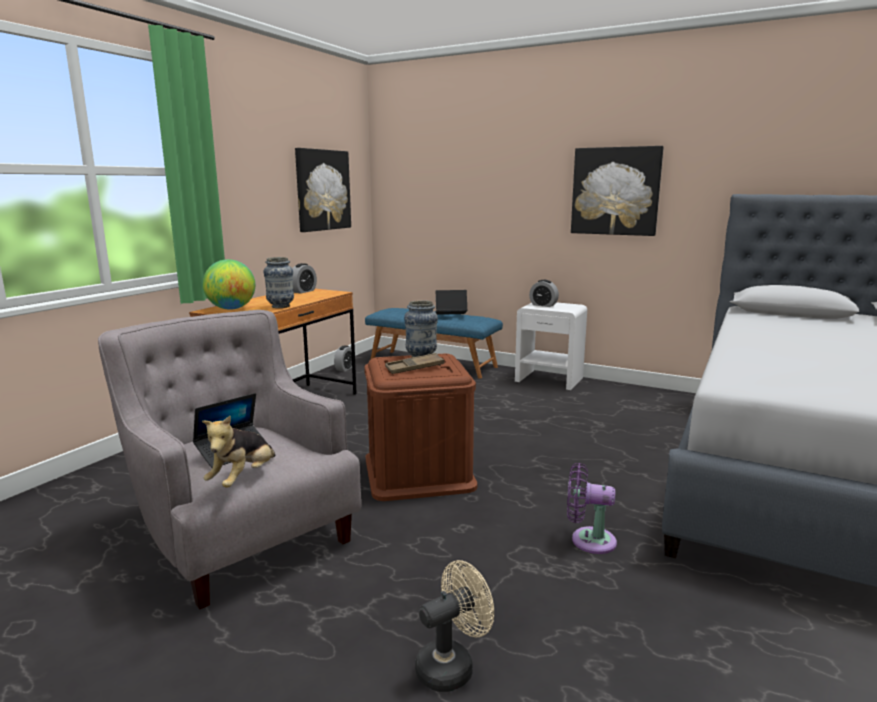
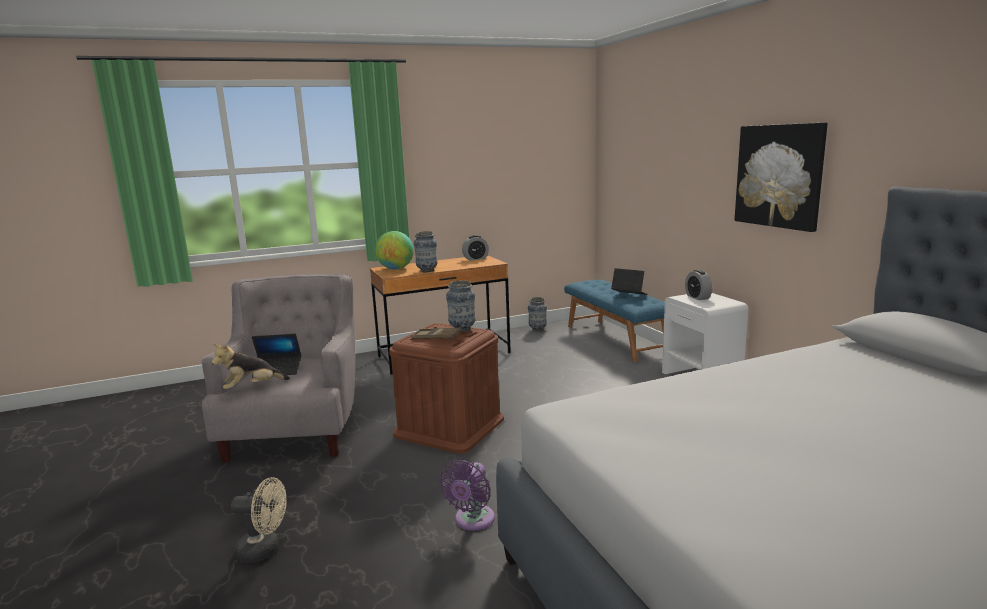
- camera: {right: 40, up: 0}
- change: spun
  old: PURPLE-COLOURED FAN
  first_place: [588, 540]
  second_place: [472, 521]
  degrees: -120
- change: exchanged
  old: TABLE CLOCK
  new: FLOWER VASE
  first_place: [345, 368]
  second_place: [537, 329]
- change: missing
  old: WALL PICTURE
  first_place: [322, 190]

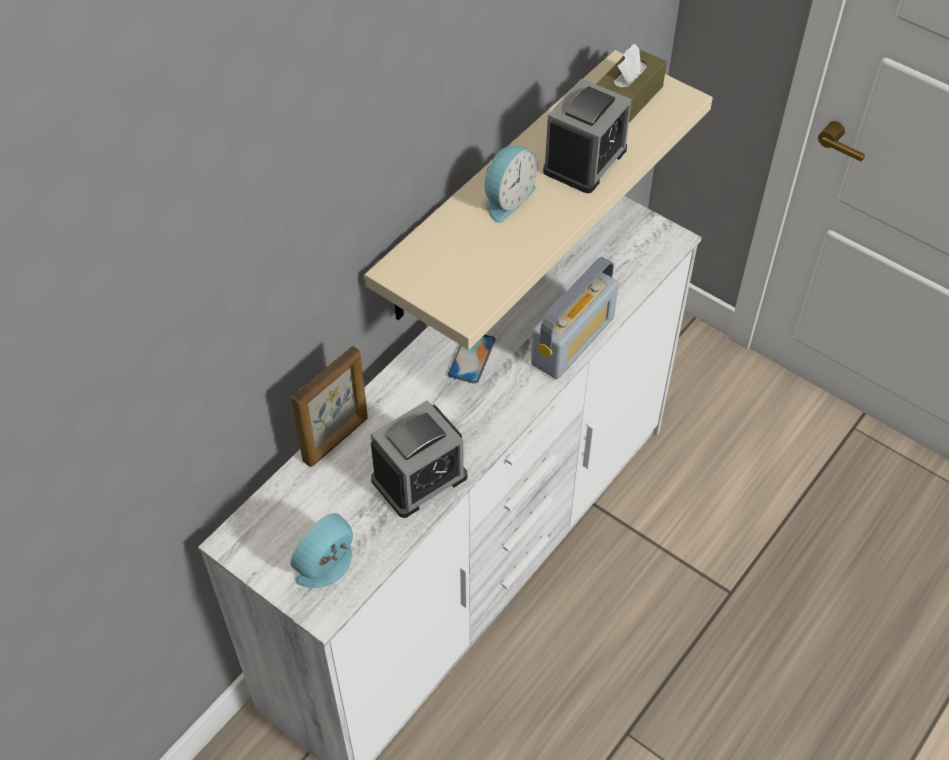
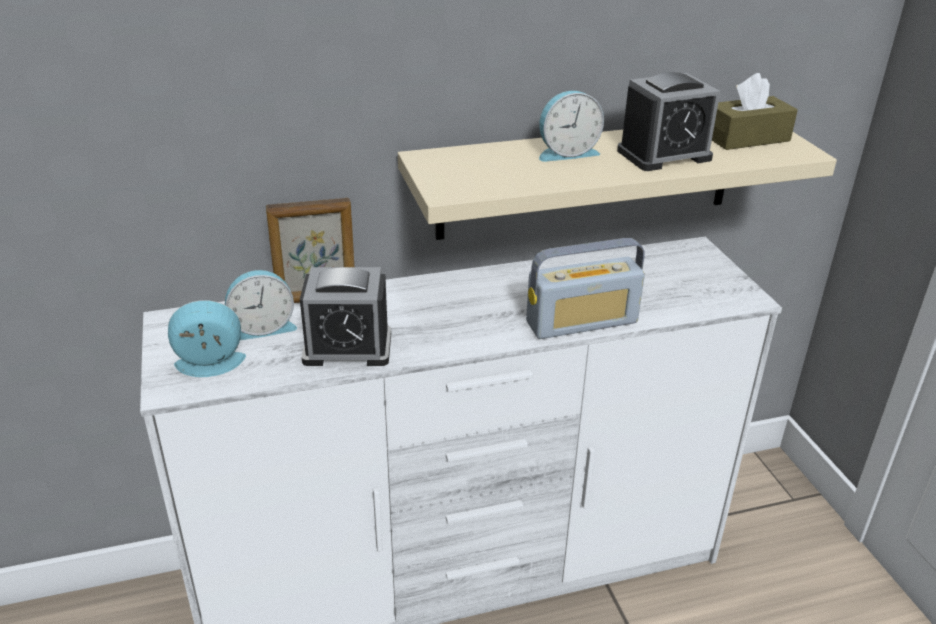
- camera: {right: 35, up: -20}
- change: appeared
  new: TABLE CLOCK
  second_place: [262, 327]
- change: missing
  old: TELEPHONE
  first_place: [471, 357]

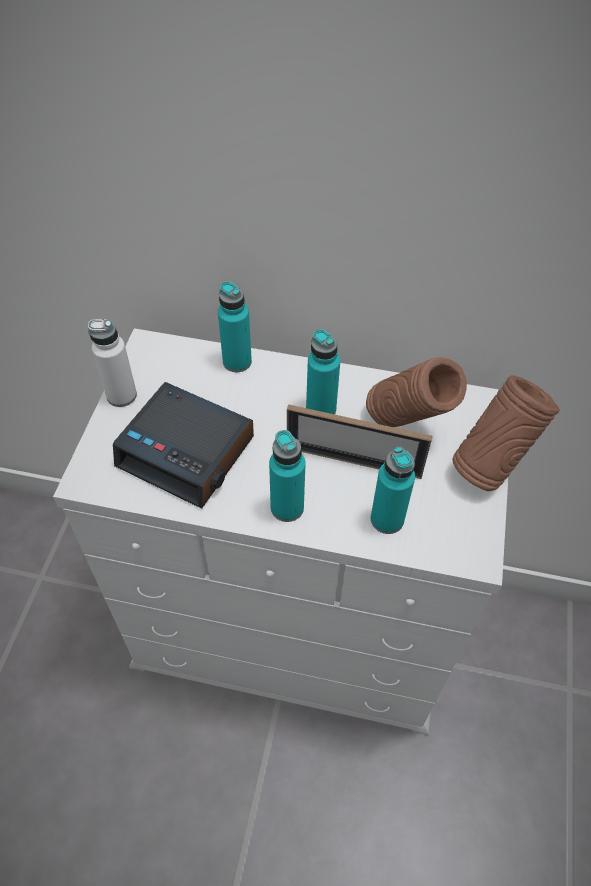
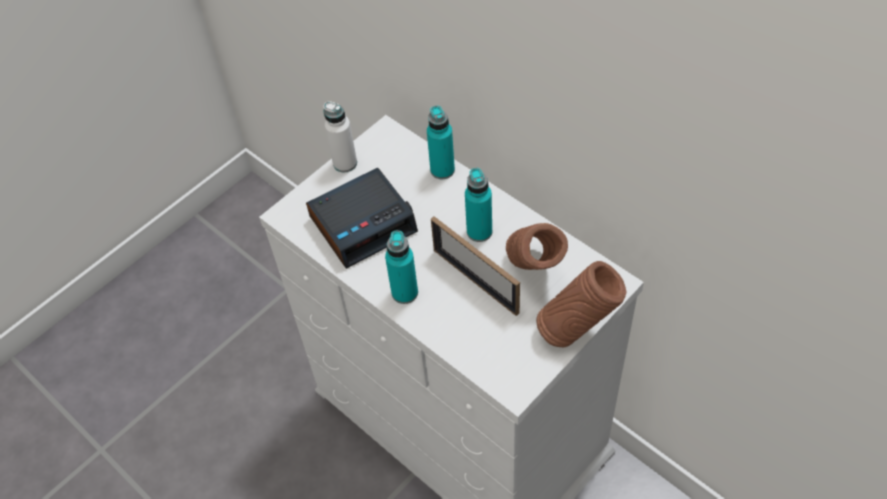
- camera: {right: 35, up: 0}
- change: spun
  old: TABLE CLOCK
  first_place: [188, 452]
  second_place: [363, 223]
  degrees: -90
- change: missing
  old: BLUE-GREEN BEVERAGE BOTTLE
  first_place: [387, 519]

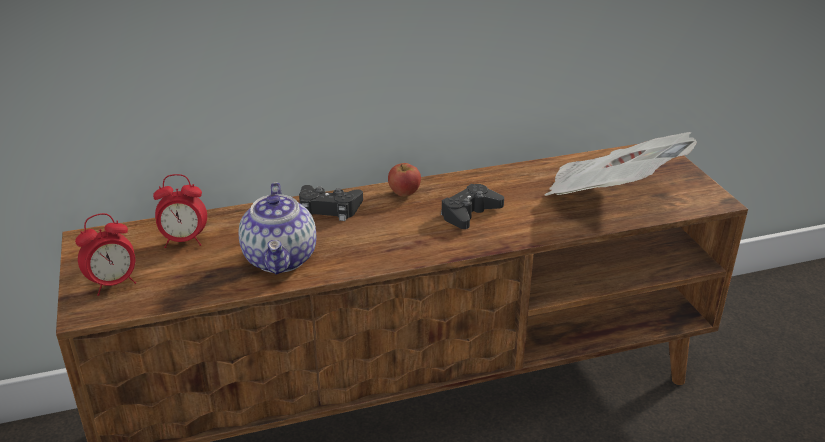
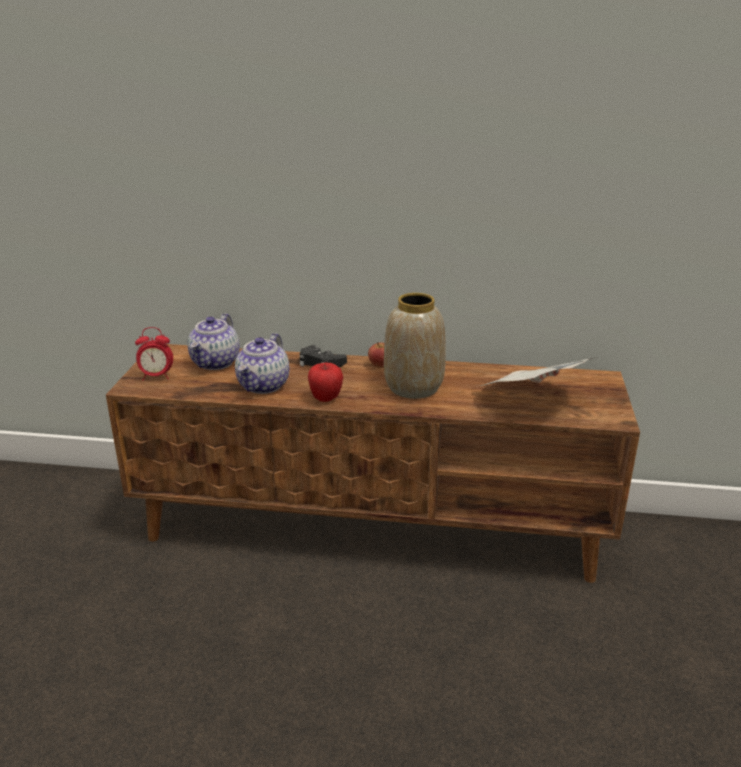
- camera: {right: 25, up: -5}
- change: exchanged
  old: TABLE CLOCK
  new: TEA POT
  first_place: [184, 241]
  second_place: [216, 363]
- change: appeared
  new: APPLE
  second_place: [326, 399]
- change: exchanged
  old: BLACKISH GAMEPAD
  new: FLOWER VASE
  first_place: [470, 213]
  second_place: [414, 387]

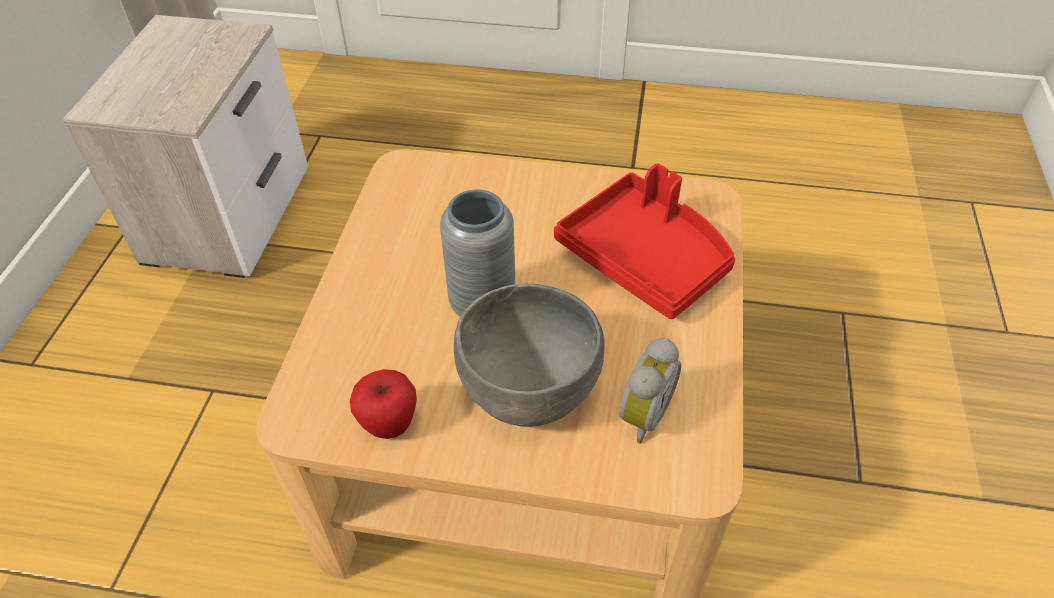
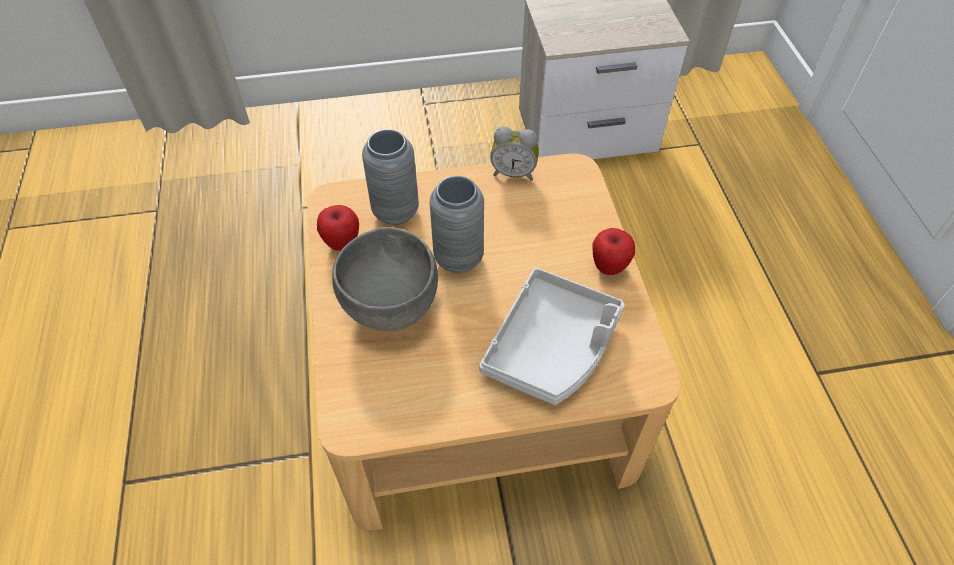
- camera: {right: 70, up: 5}
- change: appeared
  new: GREY FLOWER VASE
  second_place: [395, 212]
- change: colour
  old: REDDISH SERVING TRAY
  new: GREY SERVING TRAY
  first_place: [646, 258]
  second_place: [552, 346]
- change: relocated
  old: TABLE CLOCK
  first_place: [641, 415]
  second_place: [513, 173]
- change: appeared
  new: APPLE
  second_place: [609, 267]

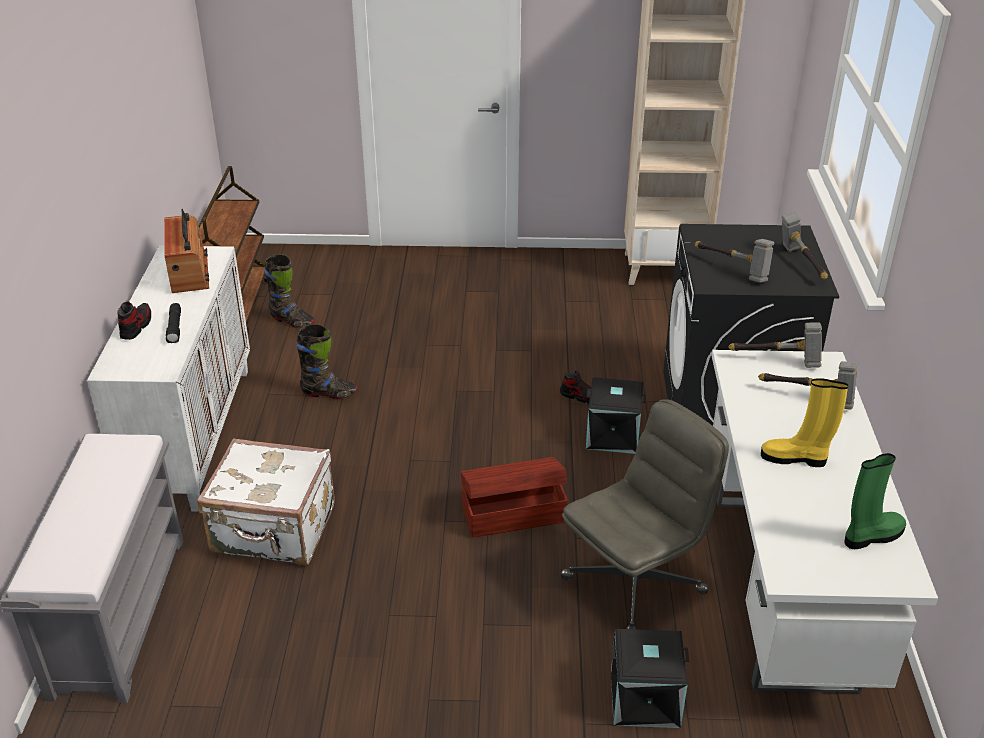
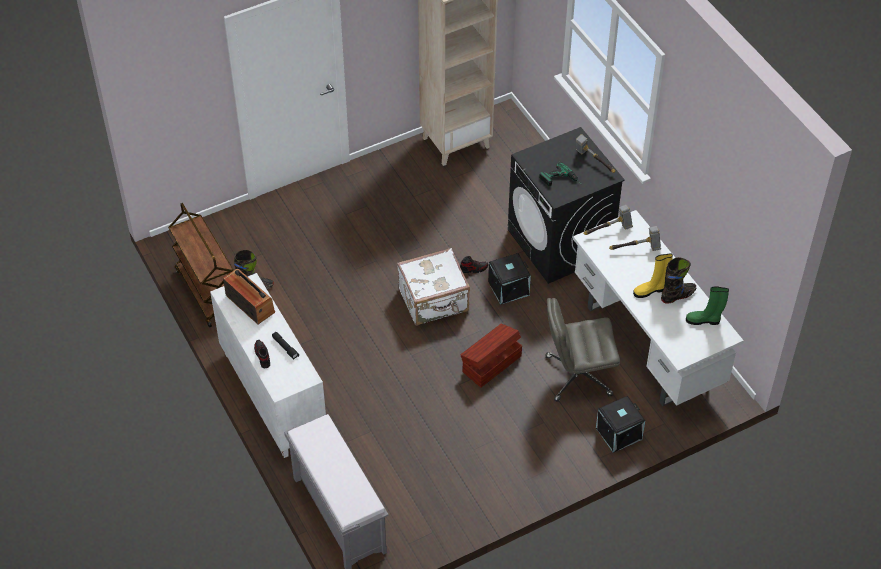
- camera: {right: -30, up: 15}
- change: relocated
  old: WHITISH PIECE OF LUGGAGE
  first_place: [274, 531]
  second_place: [434, 301]
- change: exchanged
  old: HAND HAMMER
  new: ELECTRIC DRILL
  first_place: [732, 269]
  second_place: [561, 181]
- change: spun
  old: GREY DESK CHAIR
  first_place: [635, 584]
  second_place: [577, 376]
  degrees: -120
- change: relocated
  old: BLACKISH BOOT
  first_place: [329, 393]
  second_place: [678, 295]
- change: spun
  old: GREEN-COLOURED BOOT
  first_place: [872, 536]
  second_place: [704, 320]
  degrees: -120

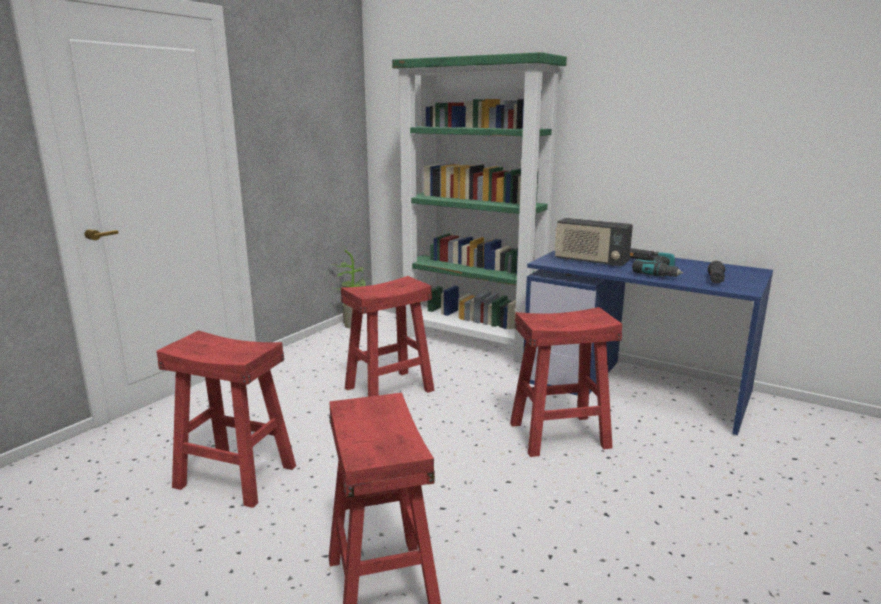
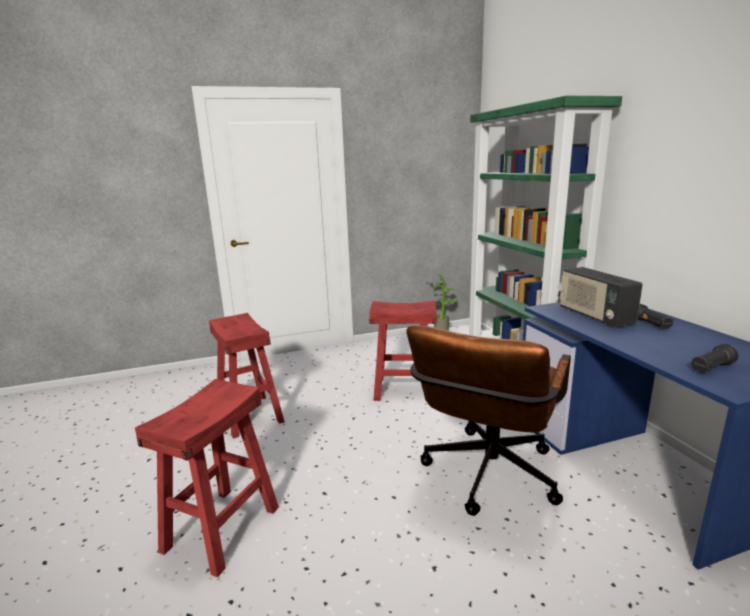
- camera: {right: 40, up: 0}
- change: exchanged
  old: REDDISH STOOL SEAT
  new: BROWN DESK CHAIR
  first_place: [559, 435]
  second_place: [486, 478]
- change: missing
  old: ELECTRIC DRILL
  first_place: [661, 273]

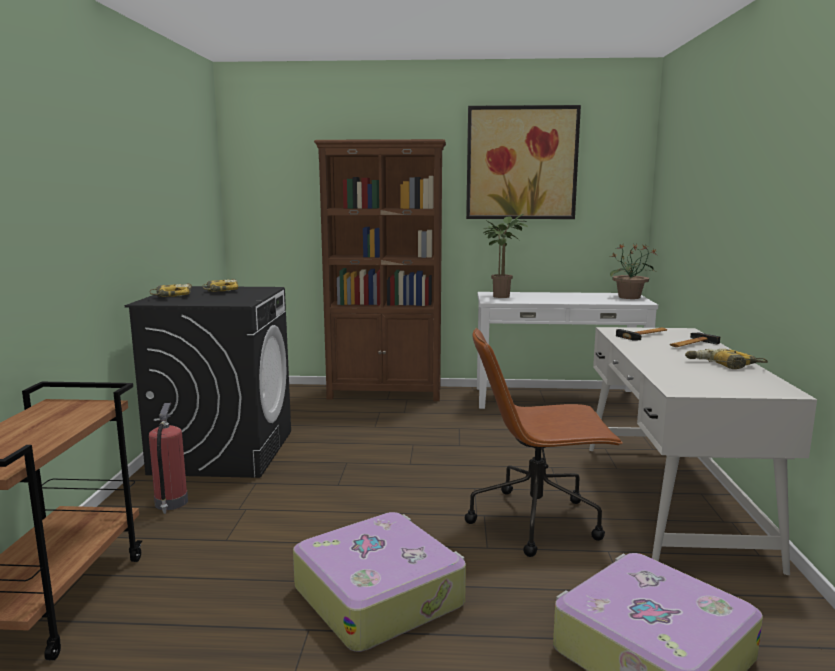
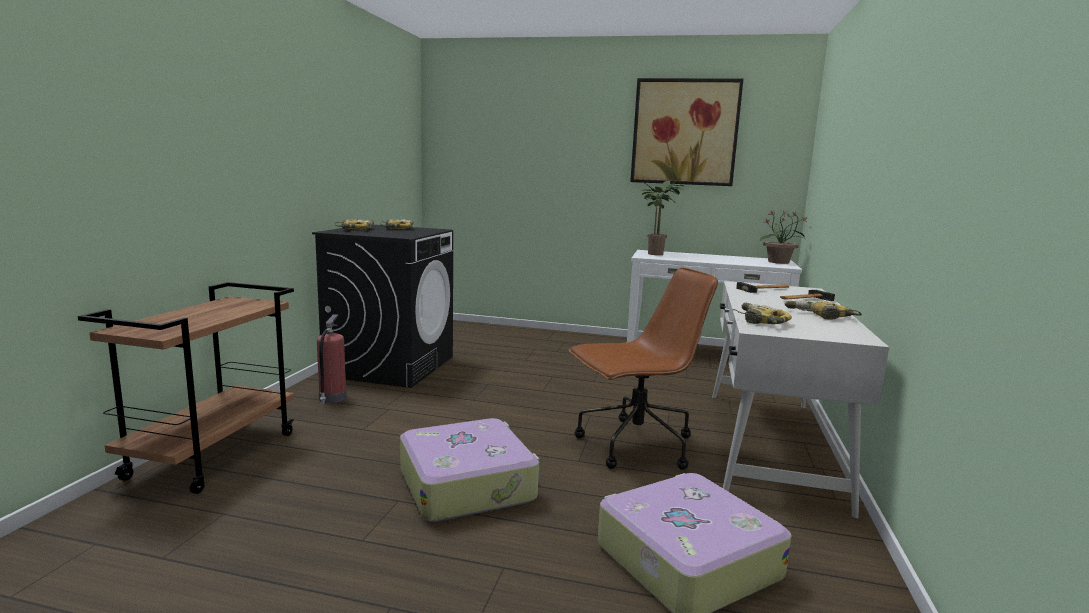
- camera: {right: 10, up: 0}
- change: spun
  old: BROWN DESK CHAIR
  first_place: [537, 520]
  second_place: [634, 446]
  degrees: 150
- change: appeared
  new: ELECTRIC DRILL
  second_place: [757, 321]
- change: missing
  old: BROWN SHELVING UNIT
  first_place: [385, 393]

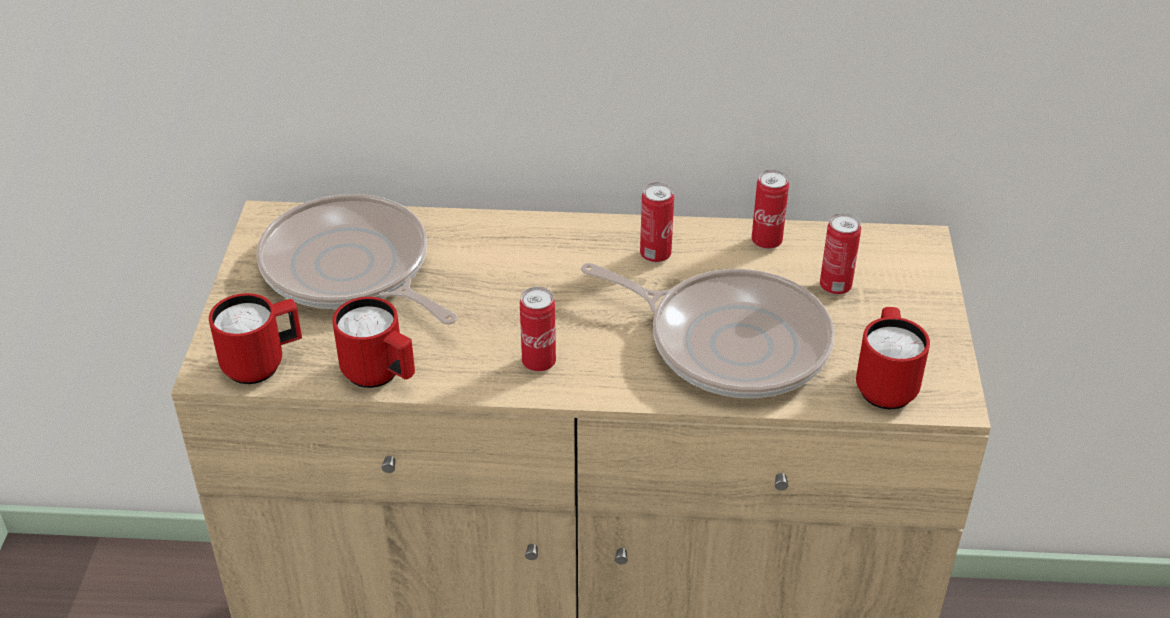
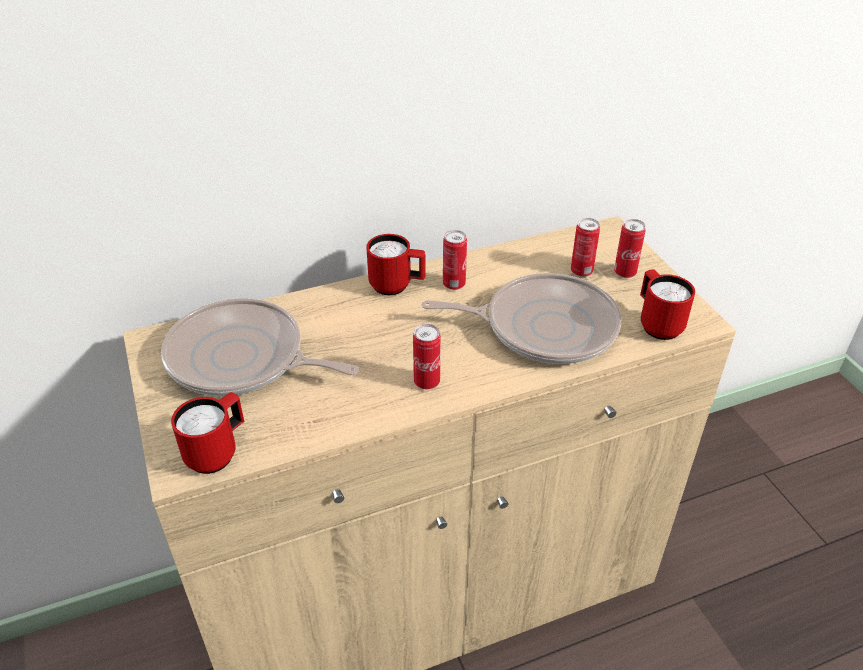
- camera: {right: -25, up: 0}
- change: relocated
  old: REDDISH COFFEE MUG
  first_place: [380, 376]
  second_place: [397, 286]
- change: relocated
  old: METAL CAN
  first_place: [766, 242]
  second_place: [625, 273]

